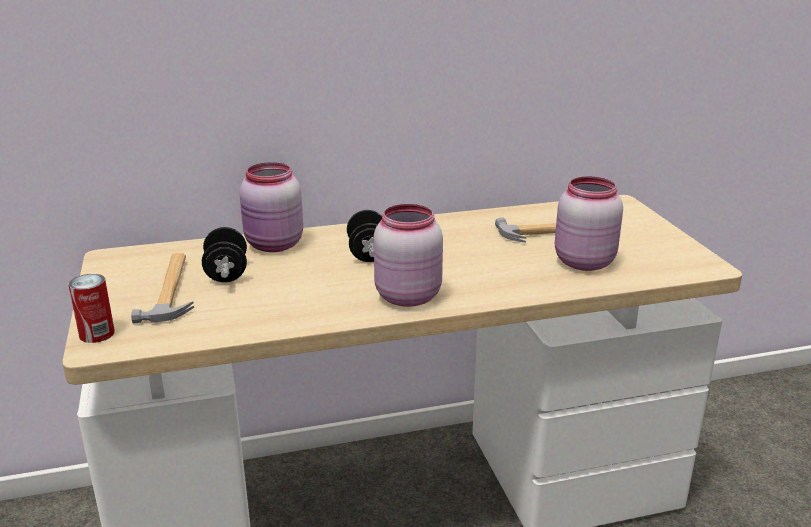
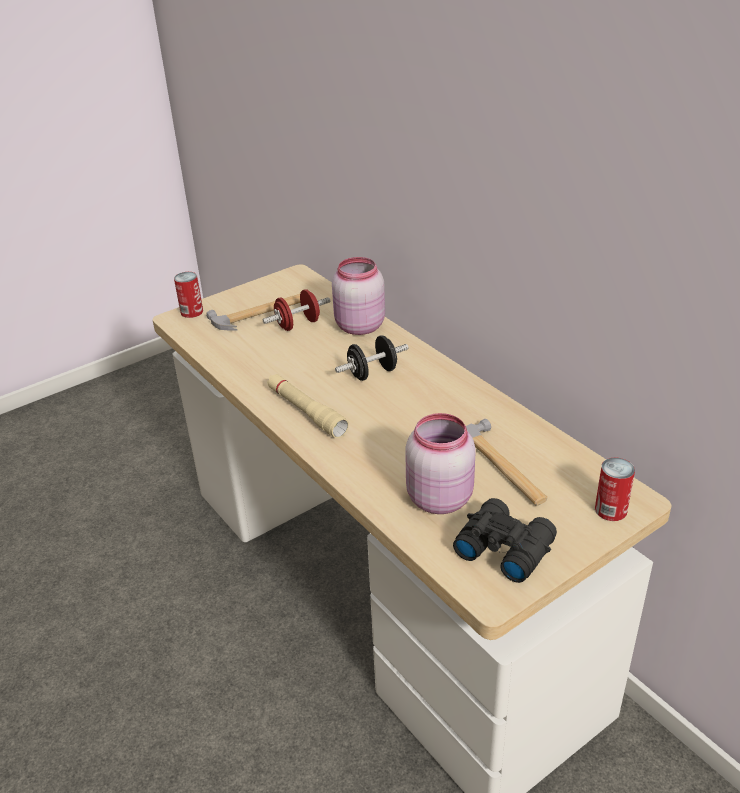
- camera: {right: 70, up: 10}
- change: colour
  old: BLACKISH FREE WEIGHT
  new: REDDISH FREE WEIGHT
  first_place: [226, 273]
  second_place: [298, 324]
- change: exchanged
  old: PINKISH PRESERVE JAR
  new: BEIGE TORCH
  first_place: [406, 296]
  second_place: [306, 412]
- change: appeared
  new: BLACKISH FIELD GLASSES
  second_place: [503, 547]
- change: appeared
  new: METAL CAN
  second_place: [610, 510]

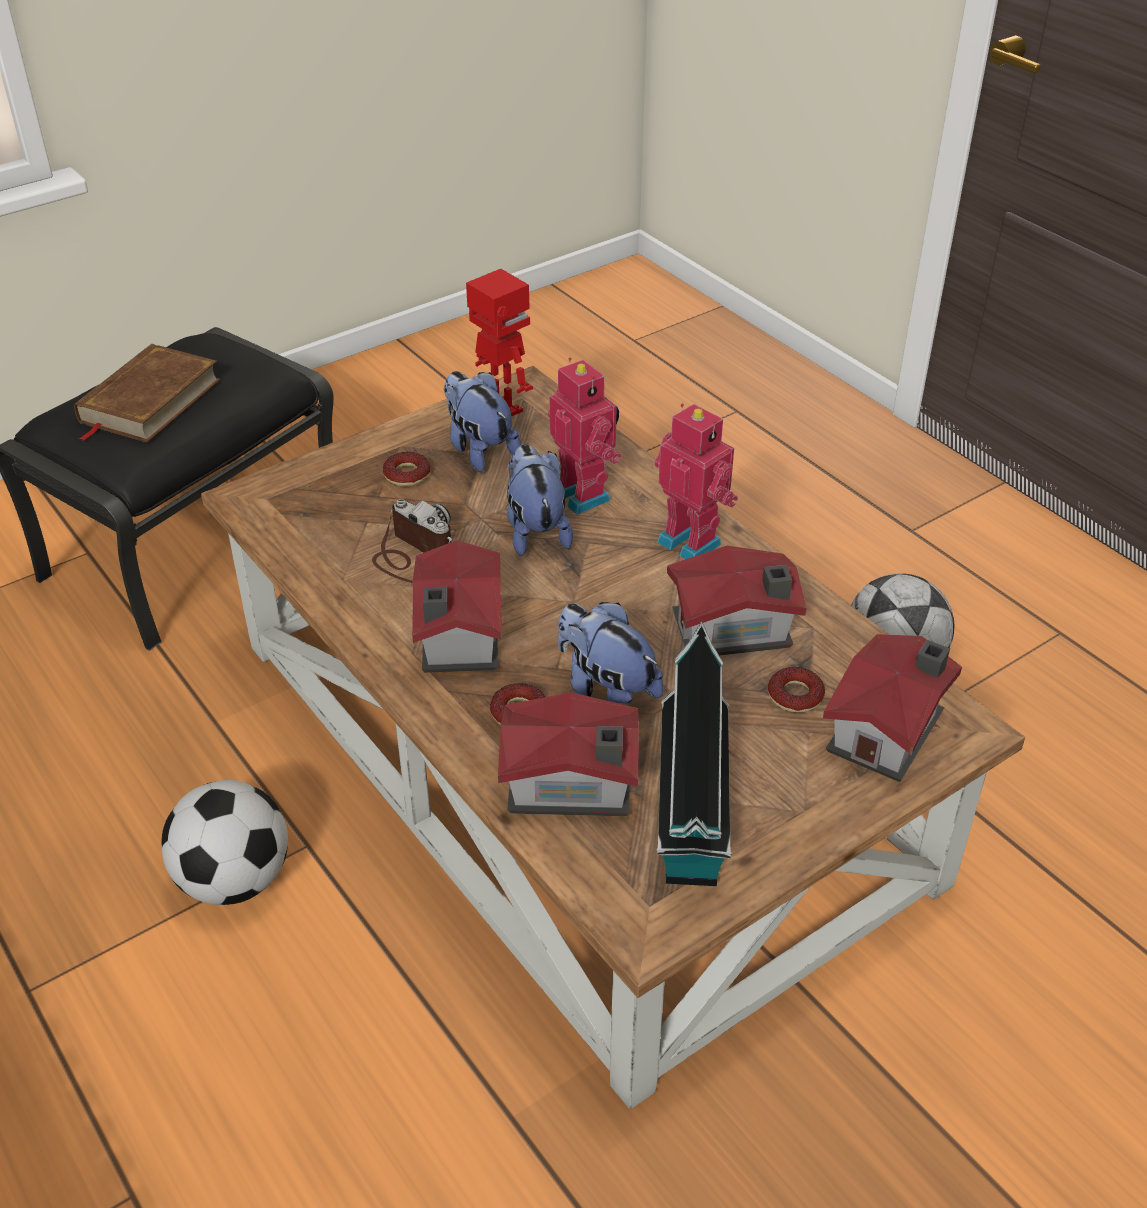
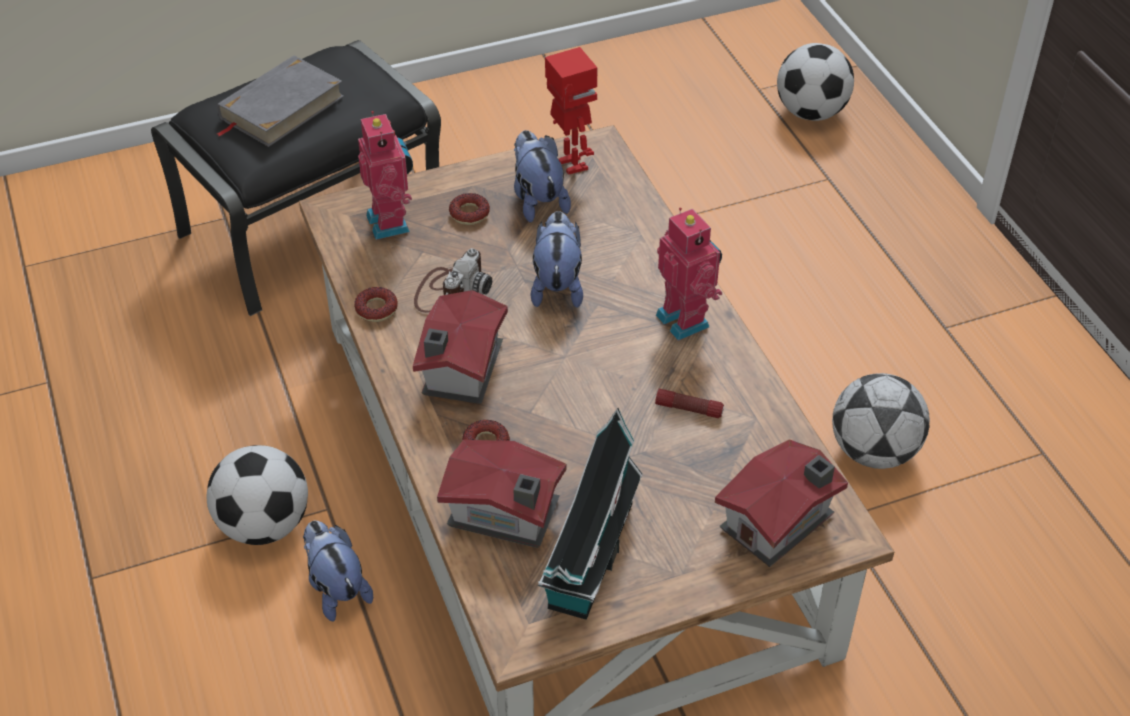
- camera: {right: 15, up: 5}
- change: colour
  old: BROWN VOLUME
  new: GREY VOLUME
  first_place: [149, 401]
  second_place: [281, 107]
- change: relocated
  old: CUDDLY TOY
  first_place: [606, 691]
  second_place: [336, 588]
- change: relocated
  old: DONUT
  first_place: [795, 696]
  second_place: [376, 309]
- change: relocated
  old: TOY ROBOT
  first_place: [584, 494]
  second_place: [391, 222]
- change: spun
  old: STILL CAMERA
  first_place: [414, 556]
  second_place: [450, 290]
  degrees: 60
- change: exchanged
  old: MODEL HOUSE
  new: TORCH
  first_place: [735, 631]
  second_place: [689, 409]
- change: appeared
  new: FOOTBALL BALL
  second_place: [811, 113]

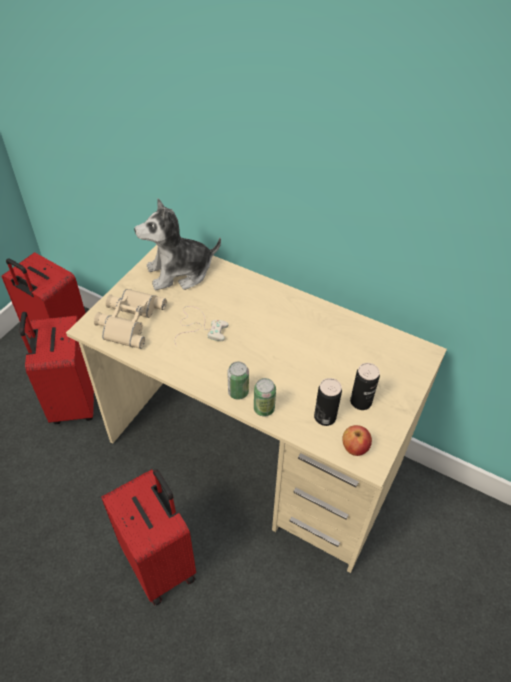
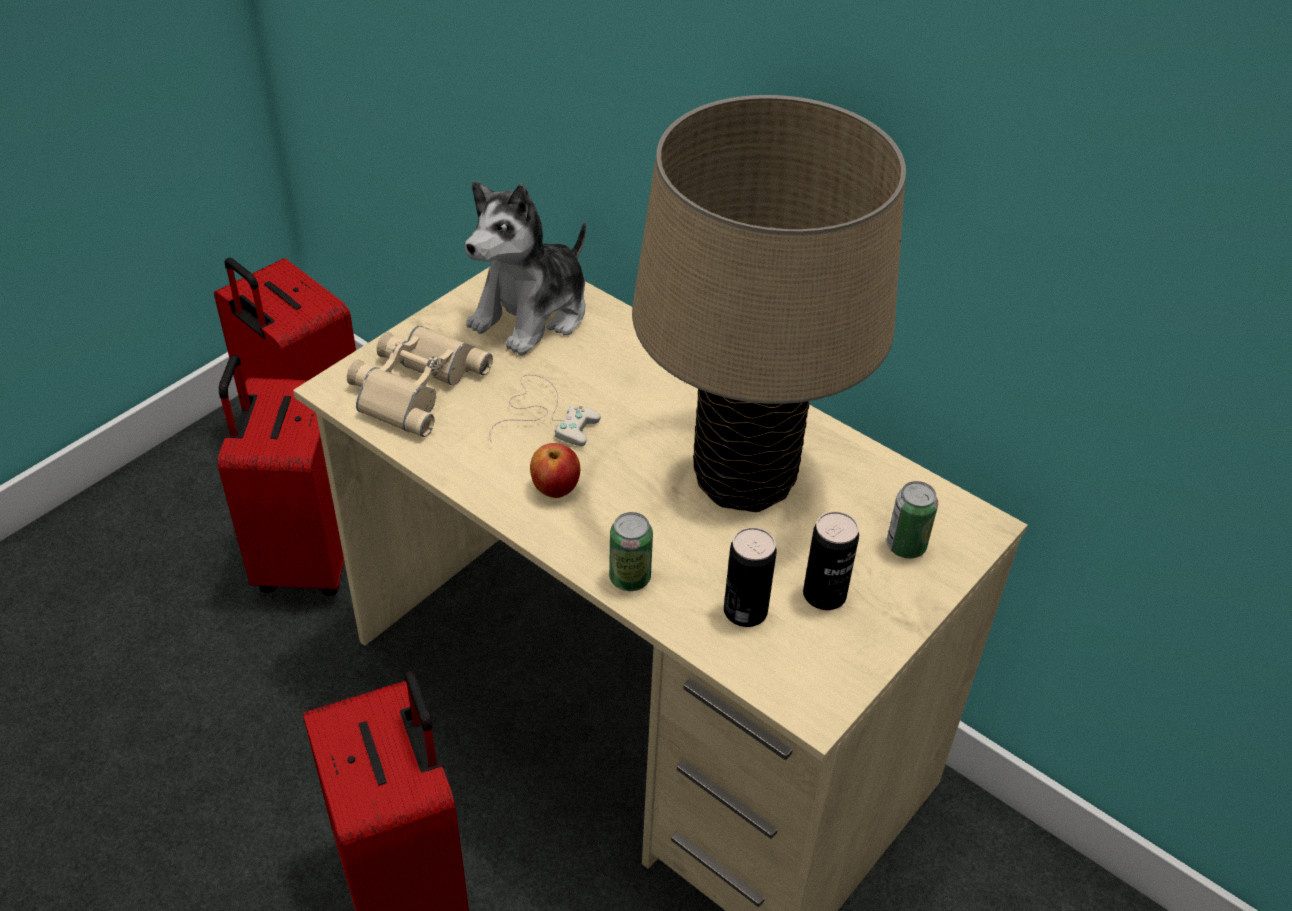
- camera: {right: 10, up: -5}
- change: spun
  old: CUDDLY TOY
  first_place: [179, 272]
  second_place: [532, 314]
  degrees: -45
- change: relocated
  old: APPLE
  first_place: [354, 448]
  second_place: [555, 488]
- change: appeared
  new: BEIGE LAMP FOR A TABLE
  second_place: [744, 479]
- change: relocated
  old: METAL CAN
  first_place: [238, 392]
  second_place: [906, 546]

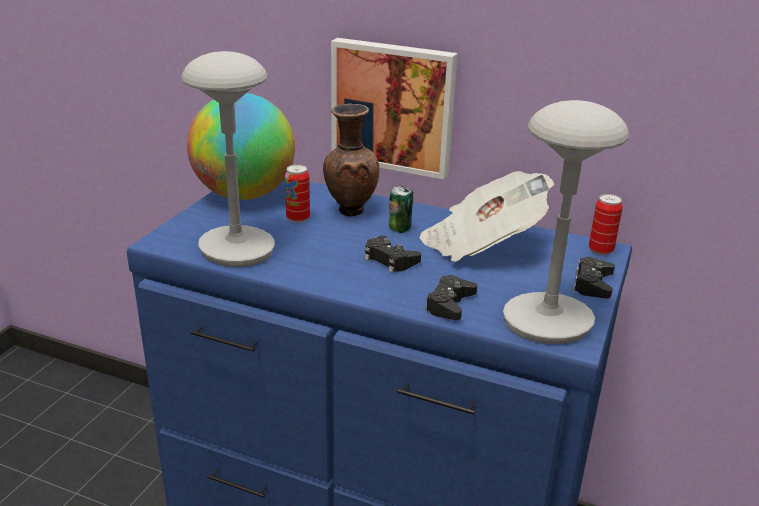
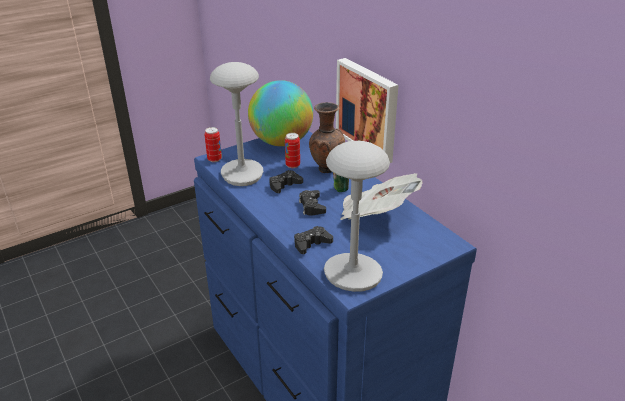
- camera: {right: 35, up: 5}
- change: relocated
  old: METAL CAN
  first_place: [600, 250]
  second_place: [214, 159]
- change: relocated
  old: BLACKISH GAMEPAD
  first_place: [592, 284]
  second_place: [284, 185]

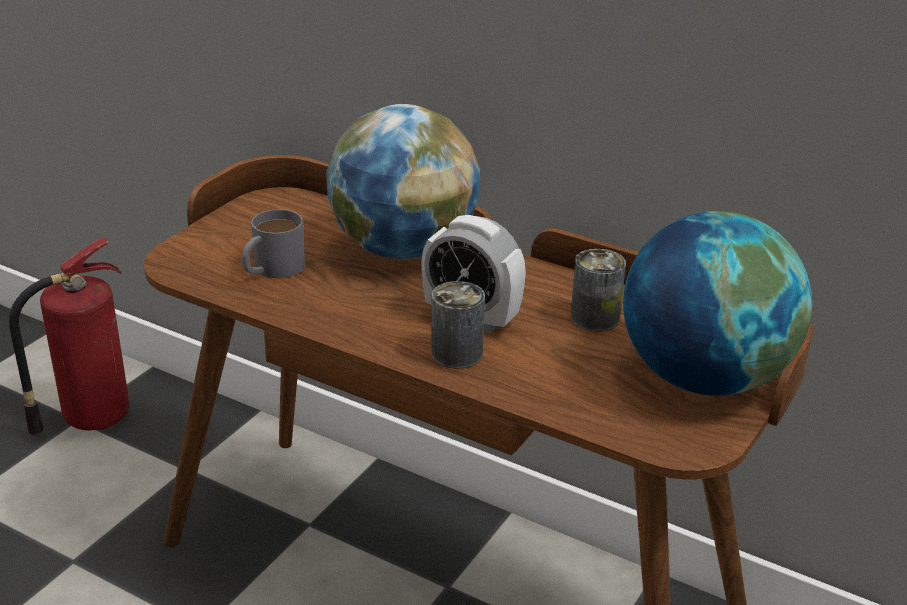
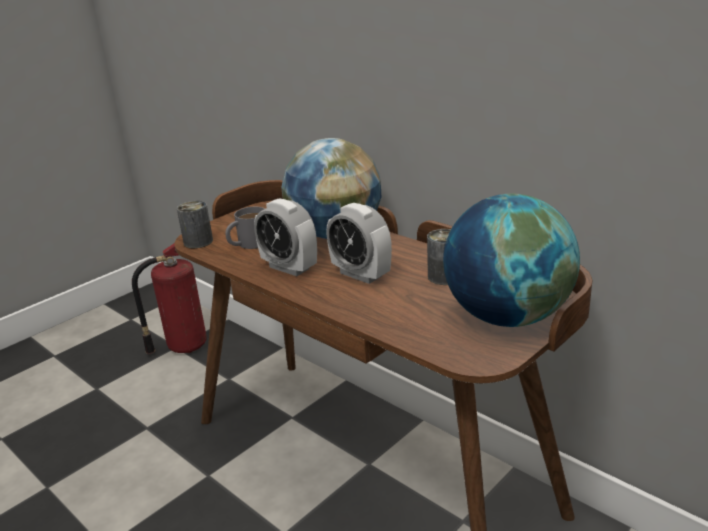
- camera: {right: 15, up: -5}
- change: relocated
  old: METAL CAN
  first_place: [456, 353]
  second_place: [198, 242]
- change: appeared
  new: TABLE CLOCK
  second_place: [289, 268]

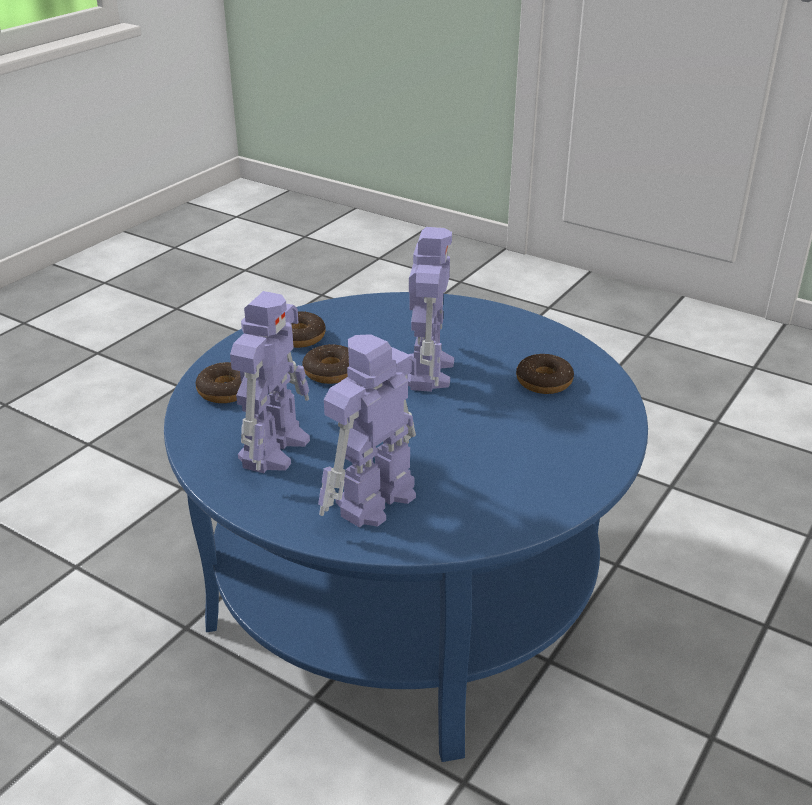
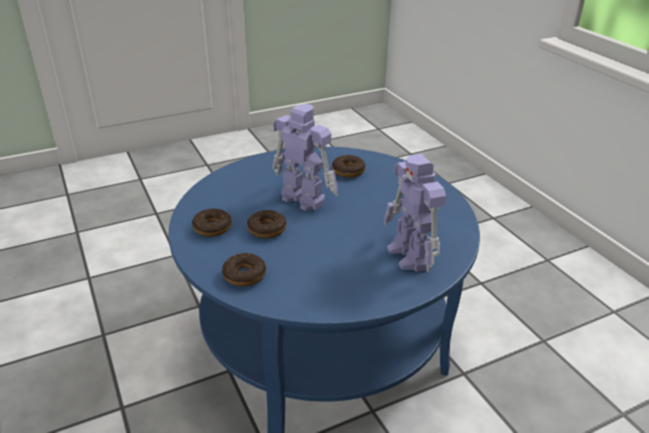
- camera: {right: -60, up: 0}
- change: missing
  old: TOY ROBOT
  first_place: [275, 448]

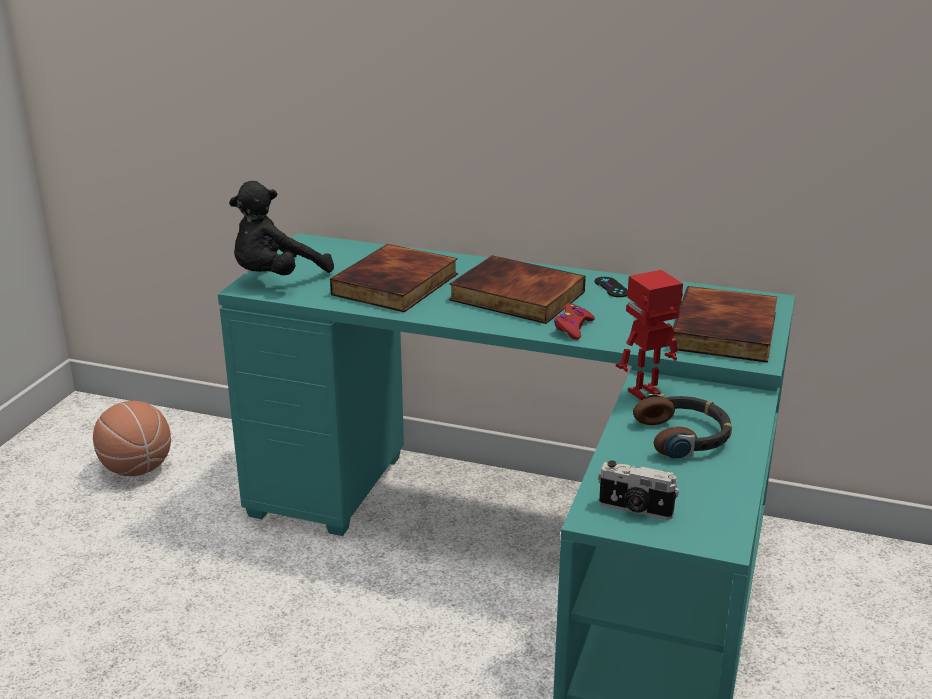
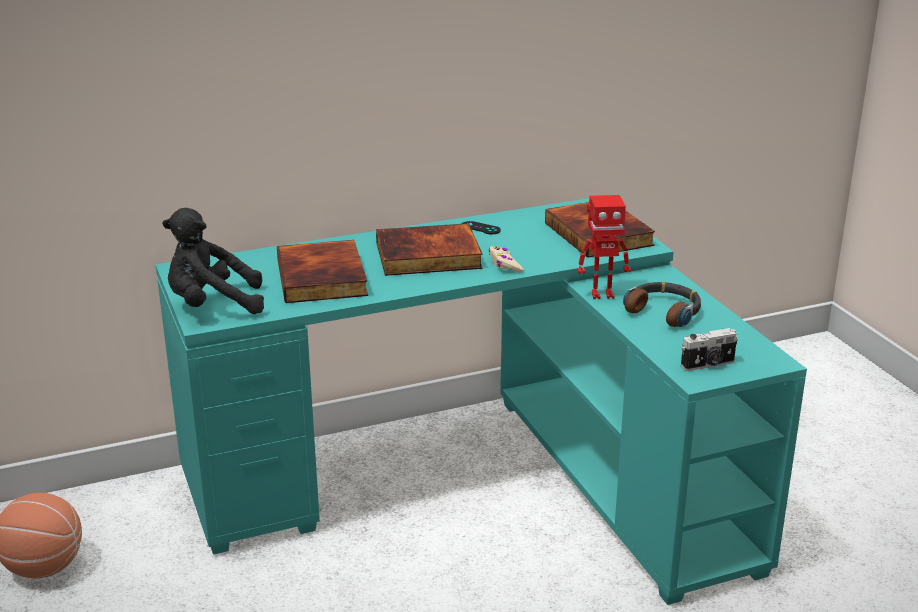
- camera: {right: -40, up: 0}
- change: spun
  old: BLACKISH CUDDLY TOY
  first_place: [276, 278]
  second_place: [212, 306]
  degrees: 75
- change: colour
  old: REDDISH GAMEPAD
  new: BEIGE GAMEPAD
  first_place: [573, 328]
  second_place: [504, 265]
- change: spun
  old: TOY ROBOT
  first_place: [645, 394]
  second_place: [602, 294]
  degrees: -120

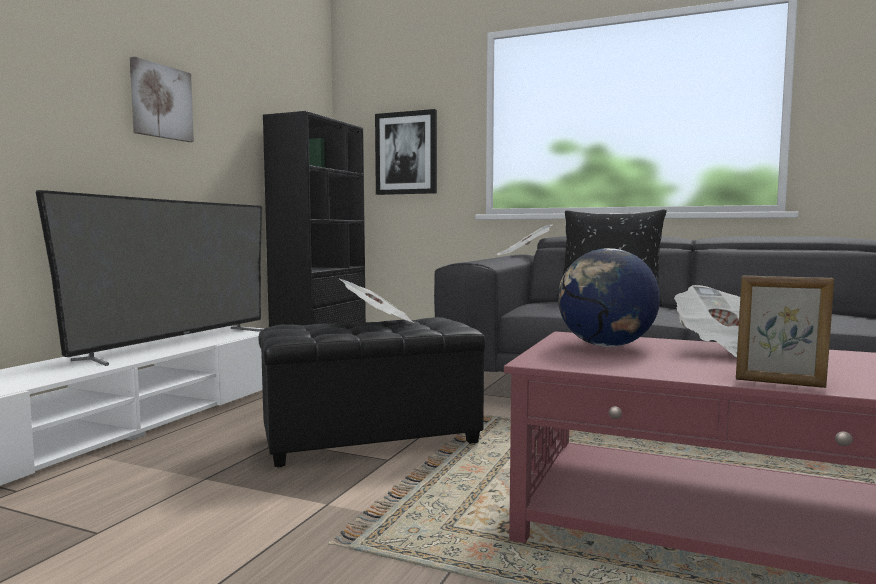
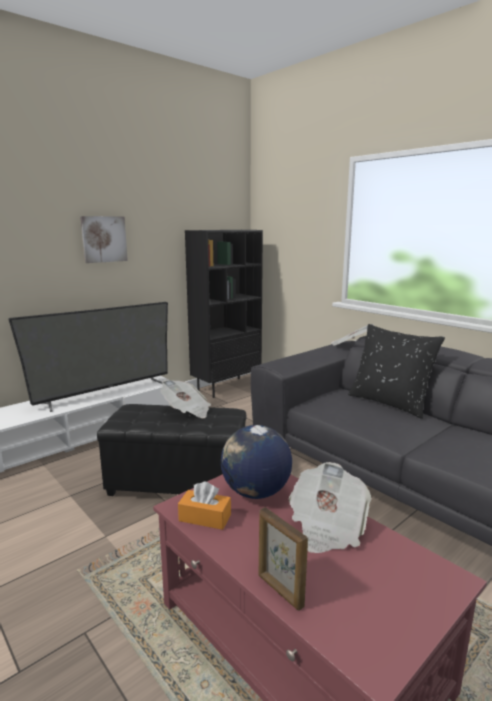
- camera: {right: 25, up: 10}
- change: appeared
  new: ORANGE-COLOURED BOX OF TISSUES
  second_place: [205, 518]
- change: missing
  old: WALL PICTURE
  first_place: [406, 153]

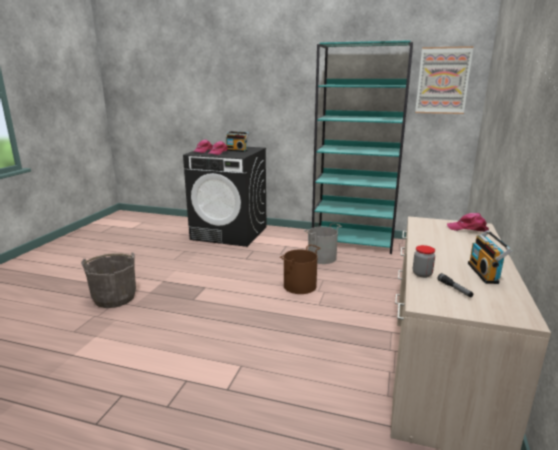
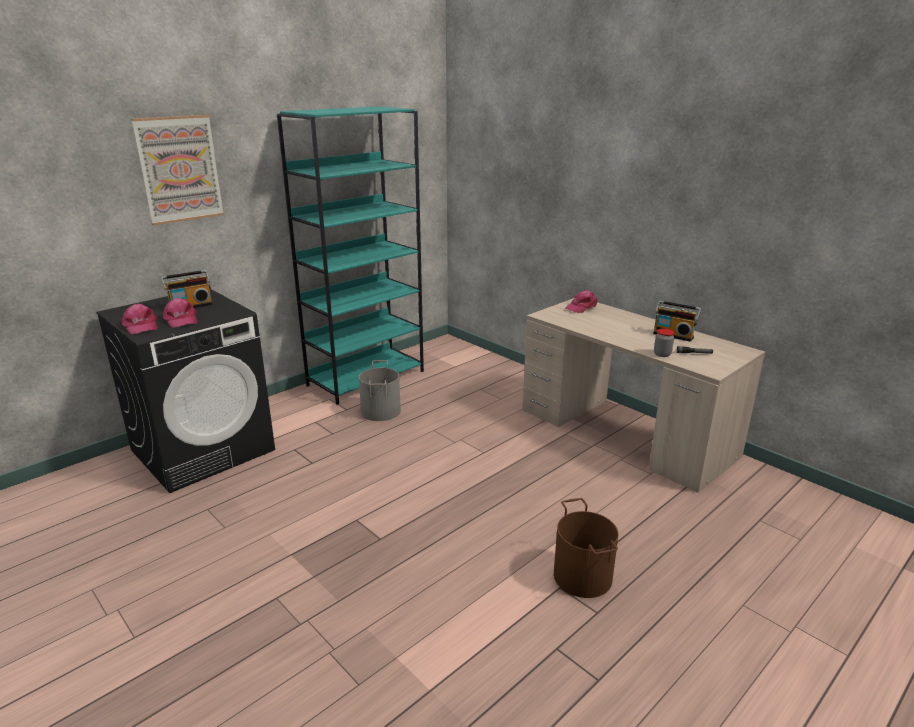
- camera: {right: -60, up: 5}
- change: relocated
  old: WALL PICTURE
  first_place: [443, 80]
  second_place: [179, 169]
- change: relocated
  old: BROWN BUCKET
  first_place: [300, 286]
  second_place: [583, 576]
- change: missing
  old: GREY BUCKET
  first_place: [114, 298]

